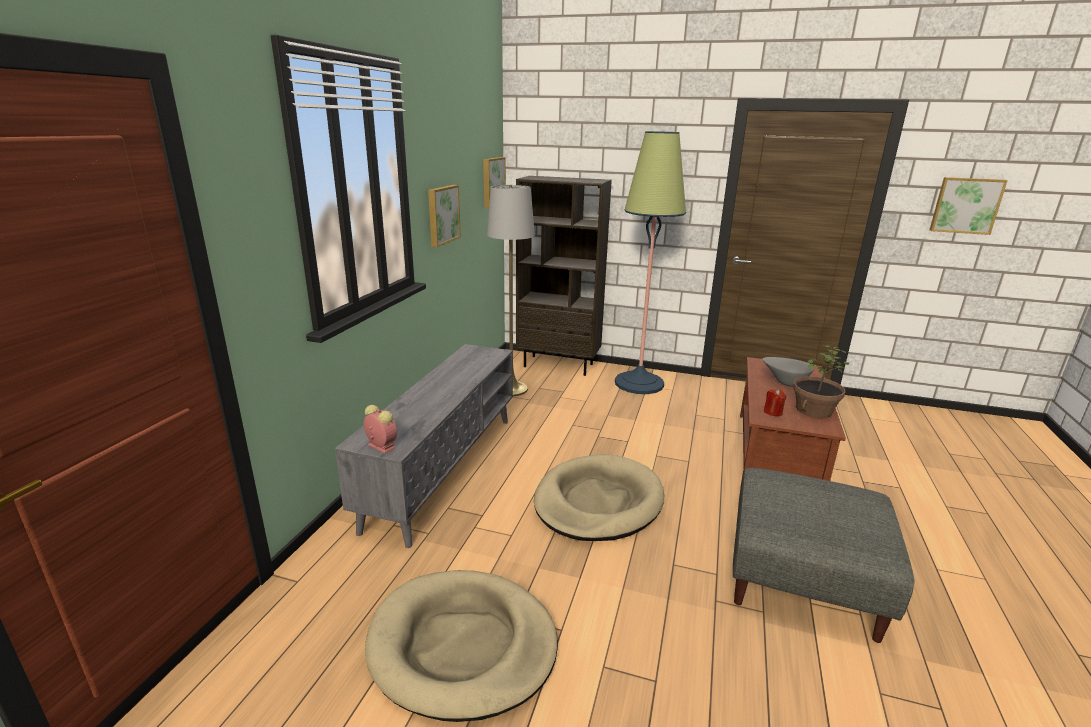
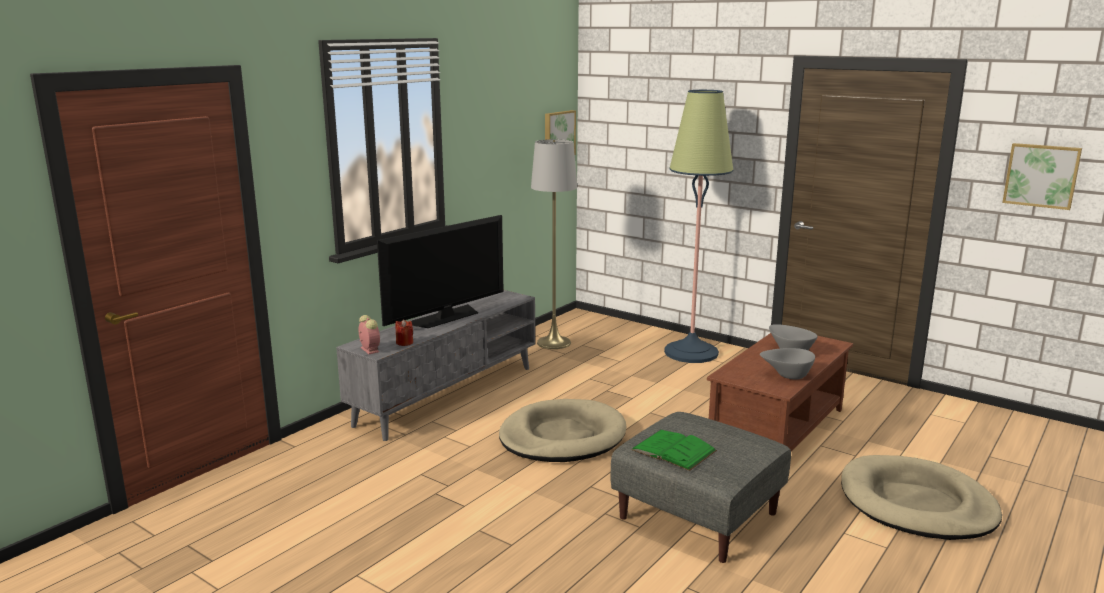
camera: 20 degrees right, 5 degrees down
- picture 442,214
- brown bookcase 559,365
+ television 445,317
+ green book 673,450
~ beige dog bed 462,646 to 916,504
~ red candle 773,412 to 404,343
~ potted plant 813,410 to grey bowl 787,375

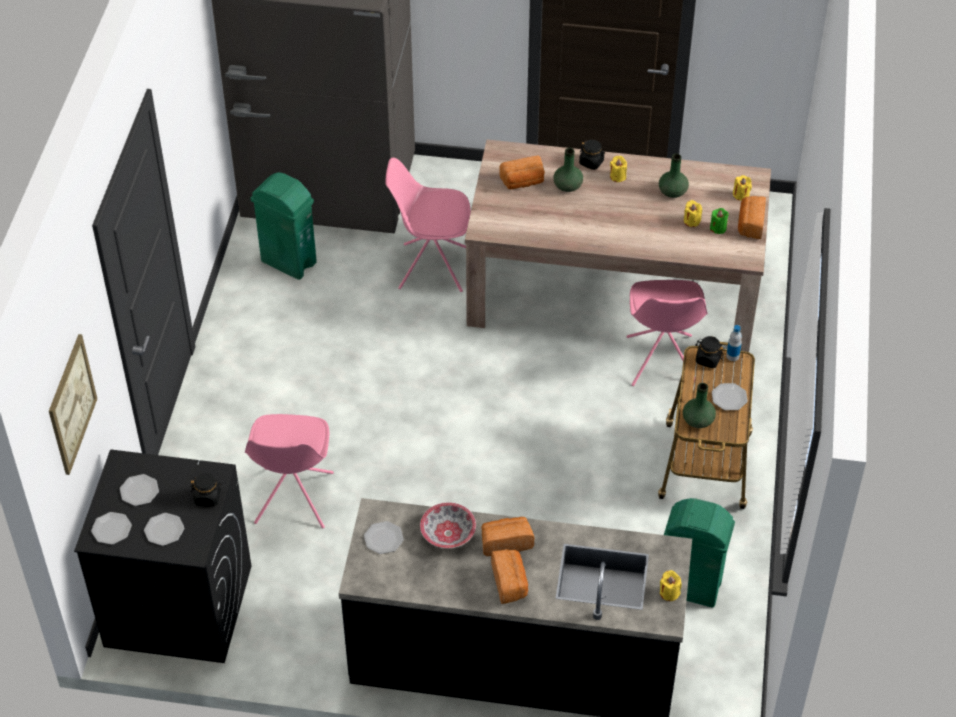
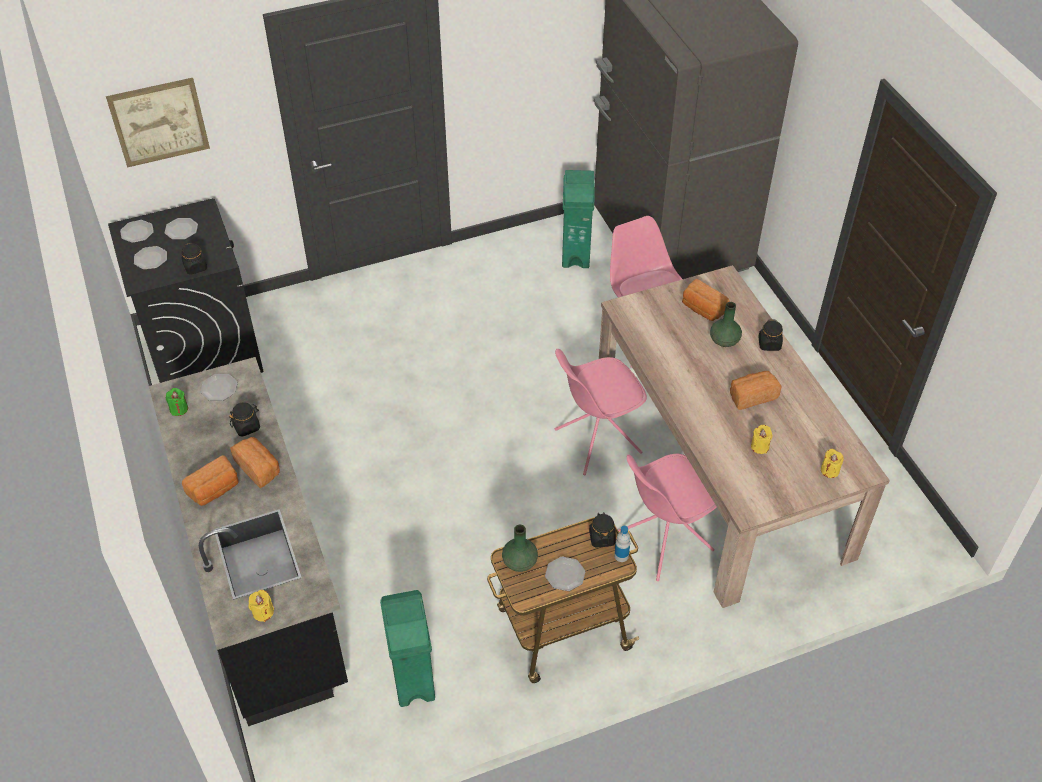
camera: 60 degrees right, 0 degrees up
- yellow candle 617,176
- green vase 672,191
~ pink chair 293,499 to 596,441
~ green candle 718,228 to 179,409
~ bread 750,224 to 751,396
~ bowl 448,534 to black jar 247,426

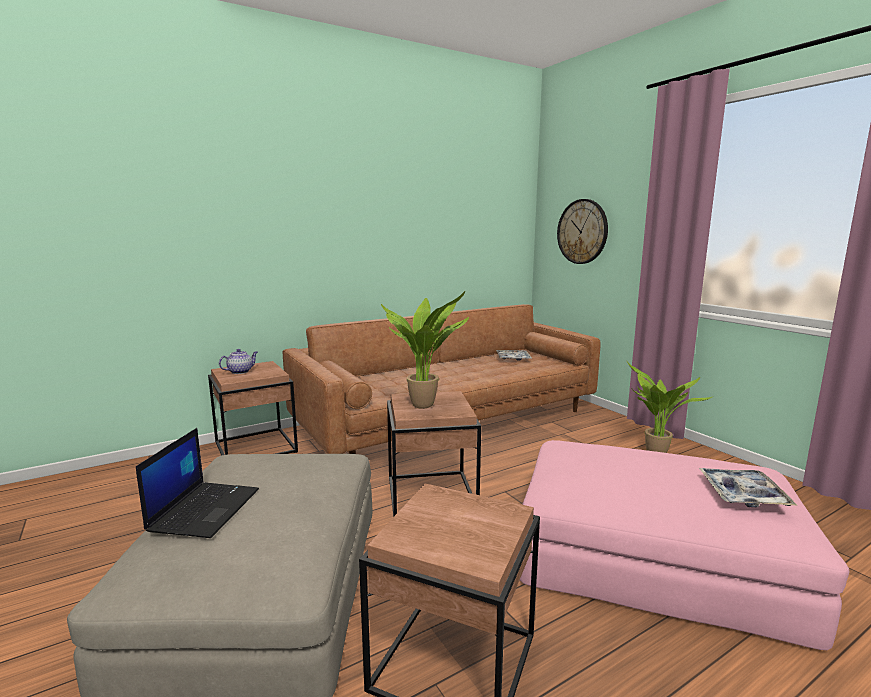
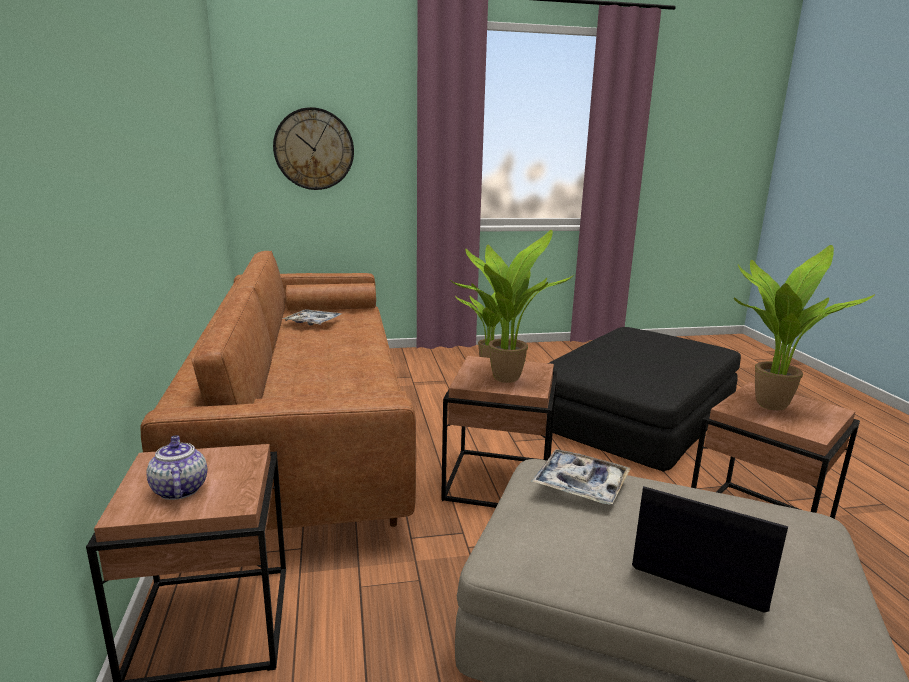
camera: 70 degrees left, 5 degrees up
+ potted plant 767,403
~ tray 743,494 to 580,485
~ pink ottoman 653,557 to black ottoman 637,414

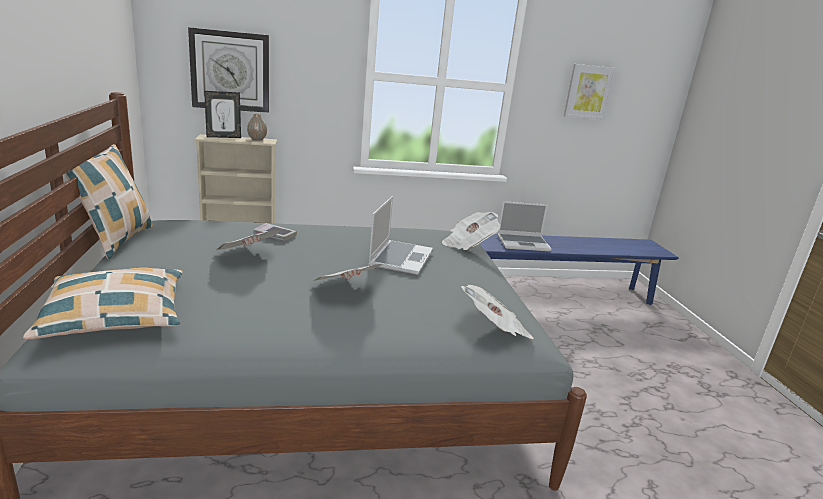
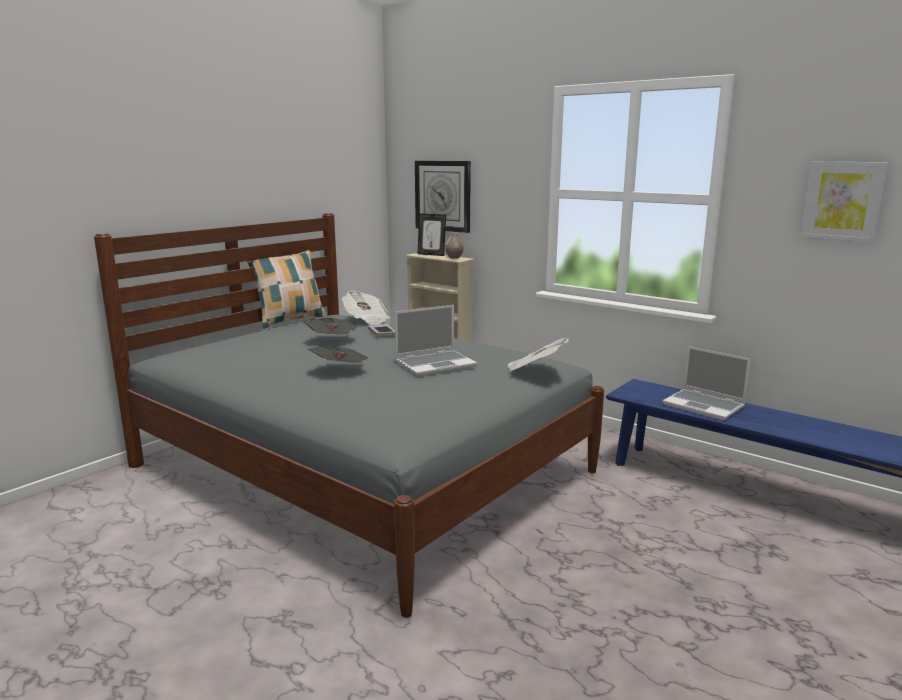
camera: 50 degrees right, 5 degrees down
- pillow 115,315
~ newspaper 494,329 to 366,321

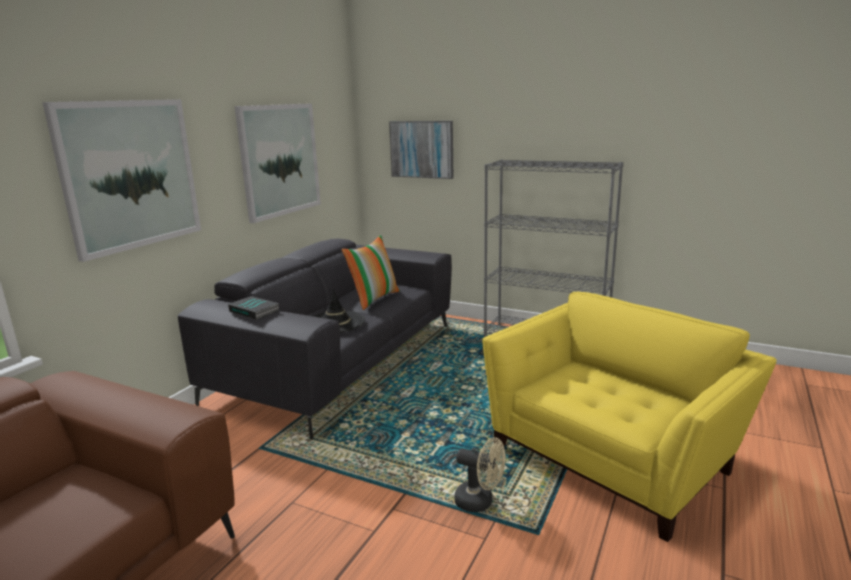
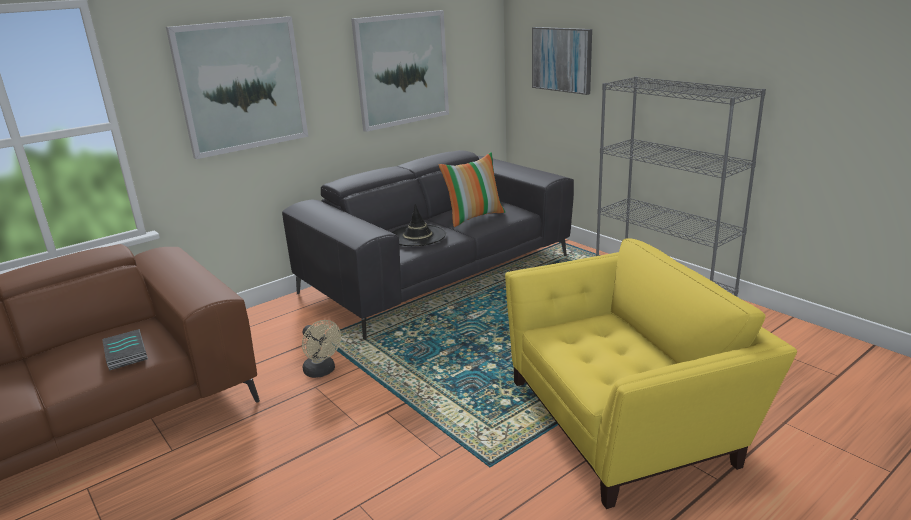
camera: 25 degrees right, 5 degrees up
~ book 255,311 to 127,353
~ beige fan 480,502 to 322,371

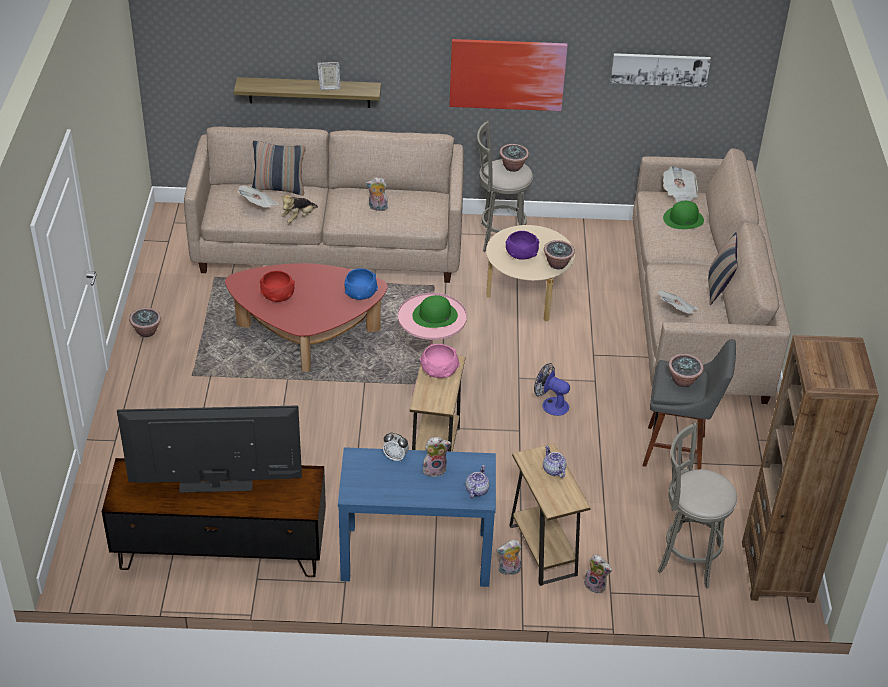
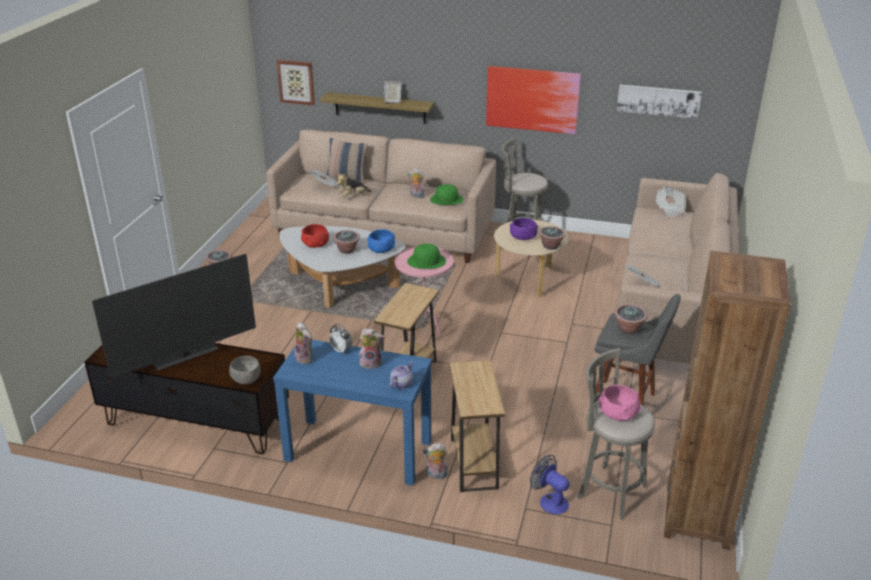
camera: 15 degrees right, 10 degrees down
- teapot 553,470
- pillow 718,288
+ grey bowl 246,380
+ picture 296,82
~ pink bowl 439,369 to 618,412
~ potted plant 513,167 to 347,250
~ fan 550,404 to 549,501
~ plush toy 596,585 to 306,358
~ green hat 683,219 to 446,199
~ red coffee table 307,337 to white coffee table 340,285
~ television 216,487 = 186,357 135 degrees clockwise

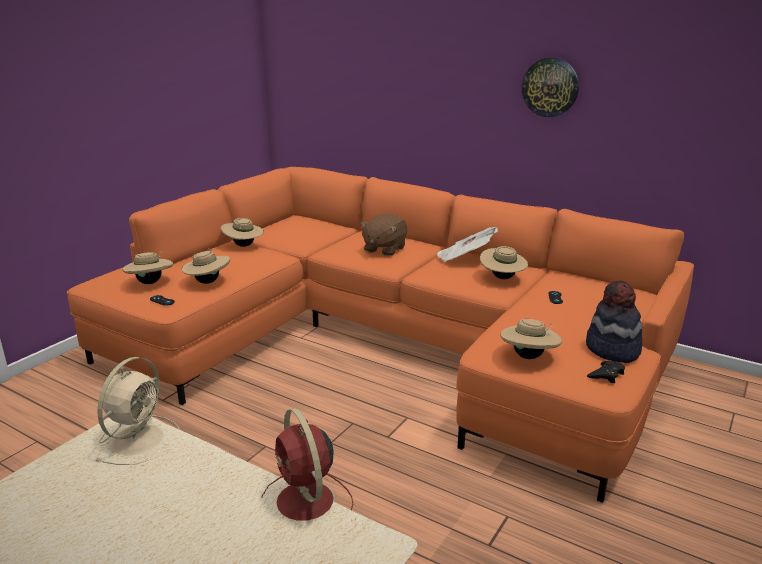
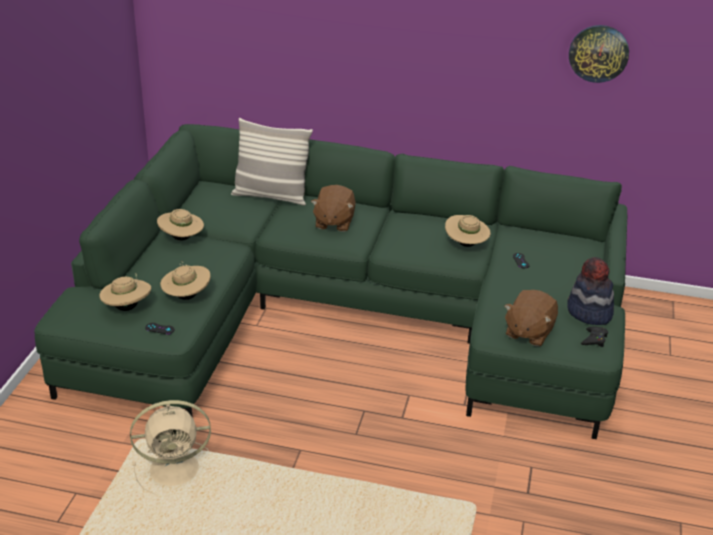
camera: 20 degrees left, 10 degrees up
- red fan 306,503
- newspaper 464,259
+ pillow 271,196
~ wall clock 550,87 to 598,53
~ beige hat 529,357 to brown plush toy 528,332
~ orange sofa 386,343 to green sofa 346,317
~ beige fan 139,439 = 177,468 75 degrees clockwise

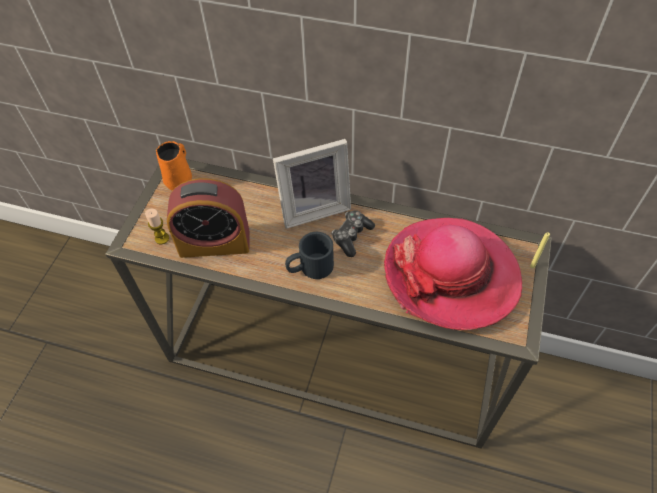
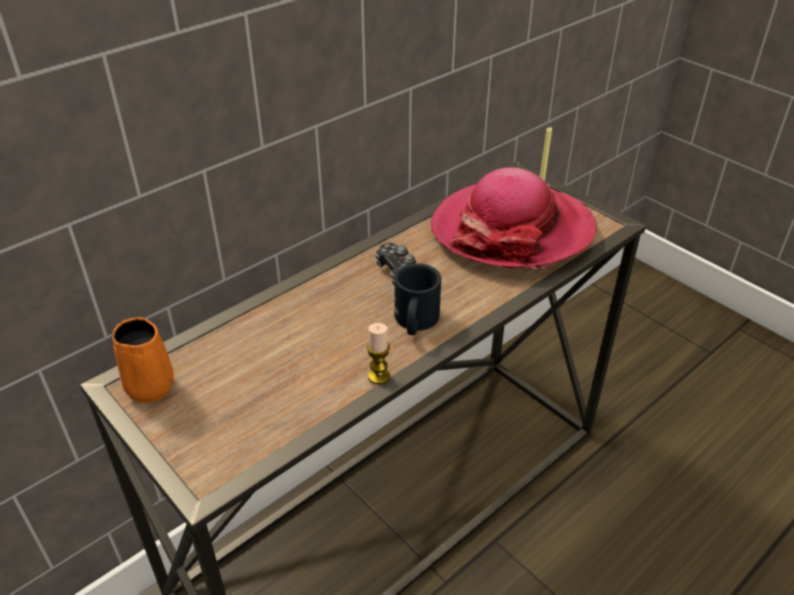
camera: 60 degrees left, 15 degrees down
- alarm clock 214,243
- picture frame 313,208
~ candle 162,238 to 379,376

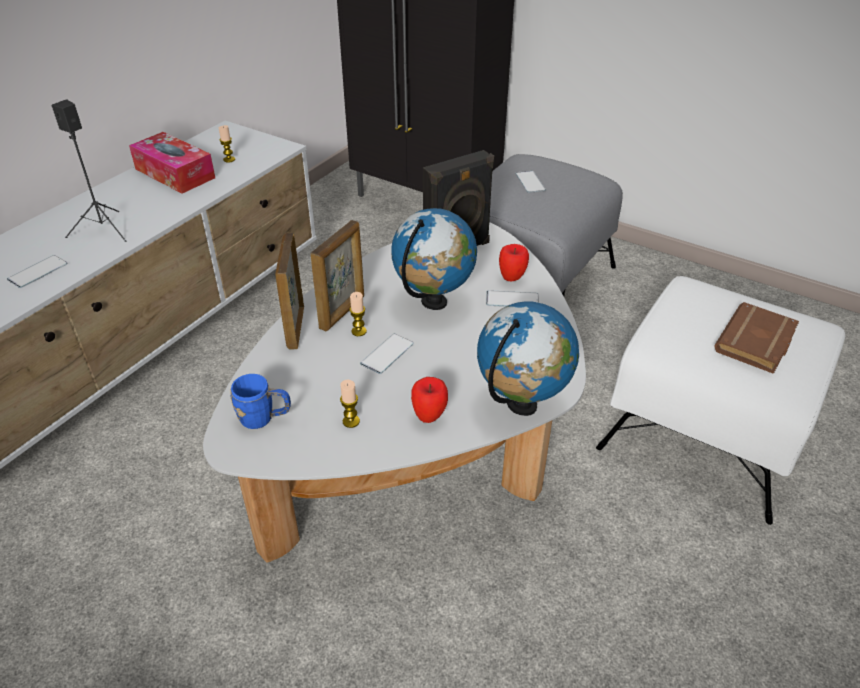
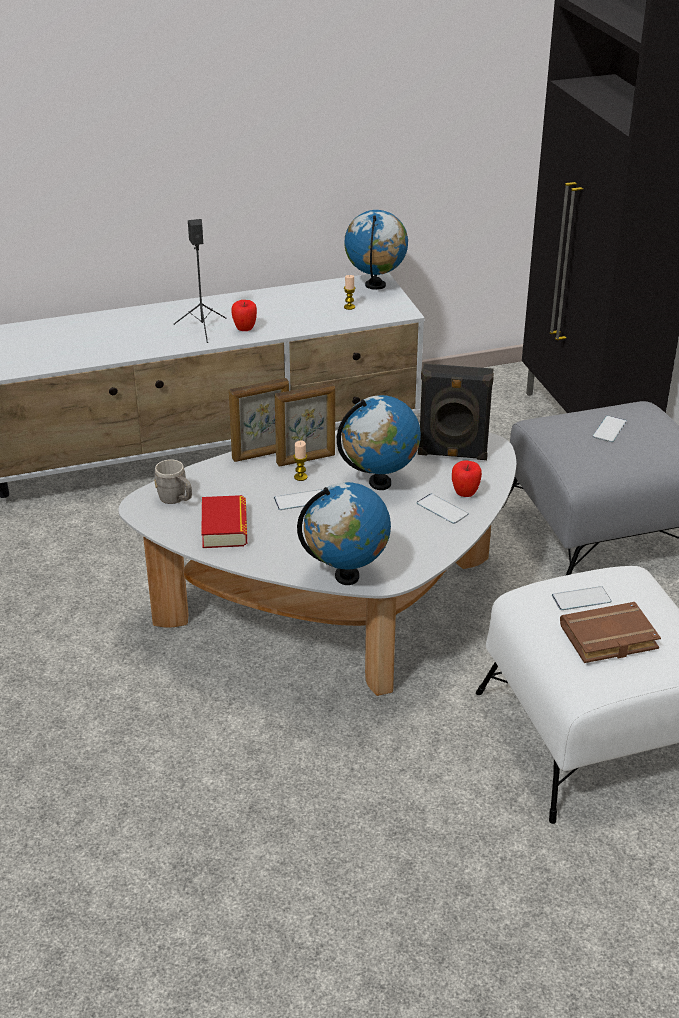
camera: 40 degrees right, 5 degrees down
- tissue box 175,173
+ globe 375,285
~ phone 38,272 to 581,599
~ apple 429,417 to 245,329
~ candle 351,421 to book 224,528
~ blue mug 264,418 to grey mug 176,499
~ picture frame 295,328 = 261,454 150 degrees counterclockwise

